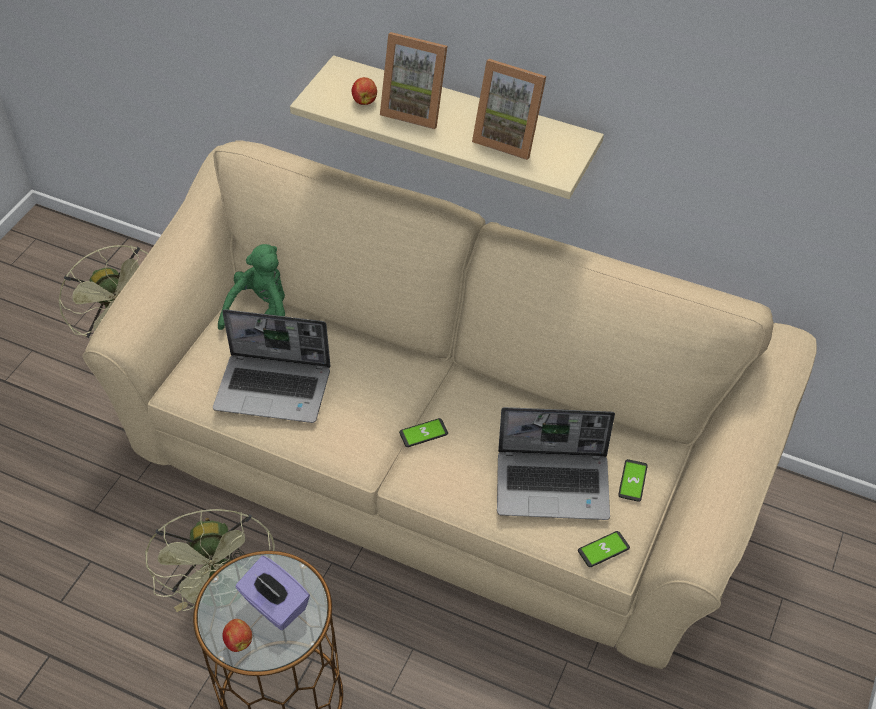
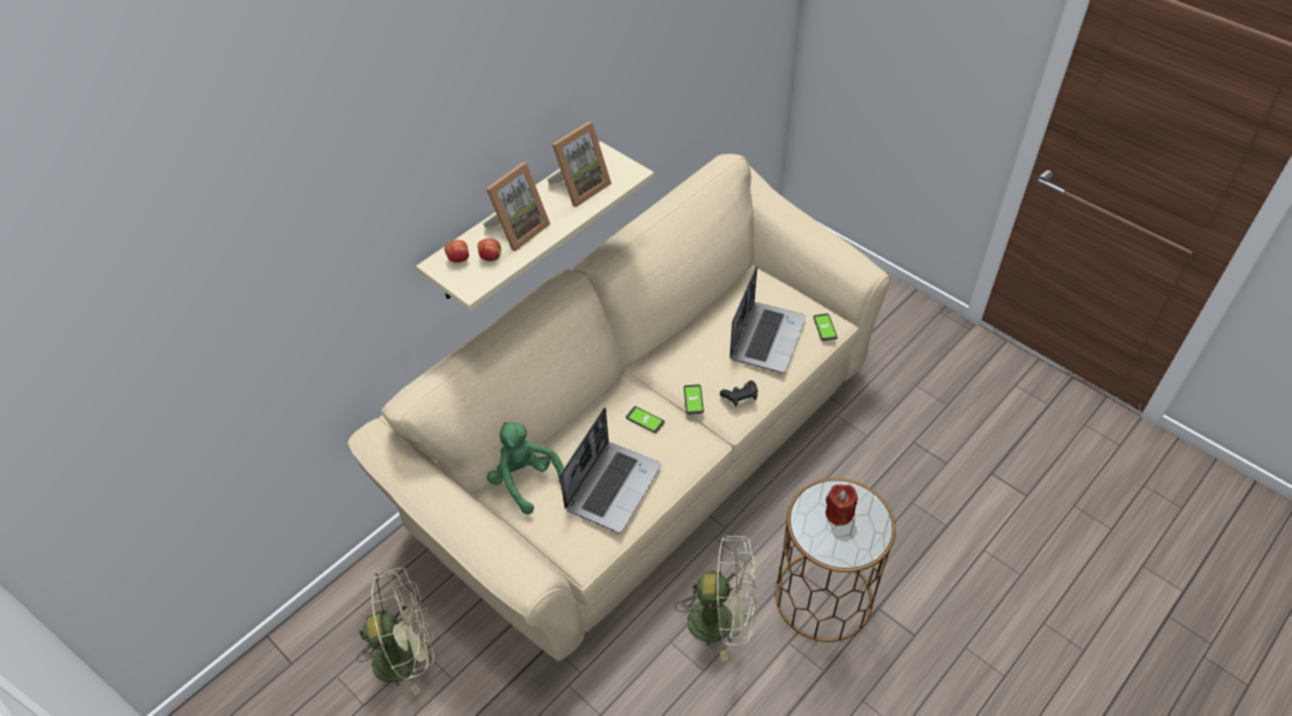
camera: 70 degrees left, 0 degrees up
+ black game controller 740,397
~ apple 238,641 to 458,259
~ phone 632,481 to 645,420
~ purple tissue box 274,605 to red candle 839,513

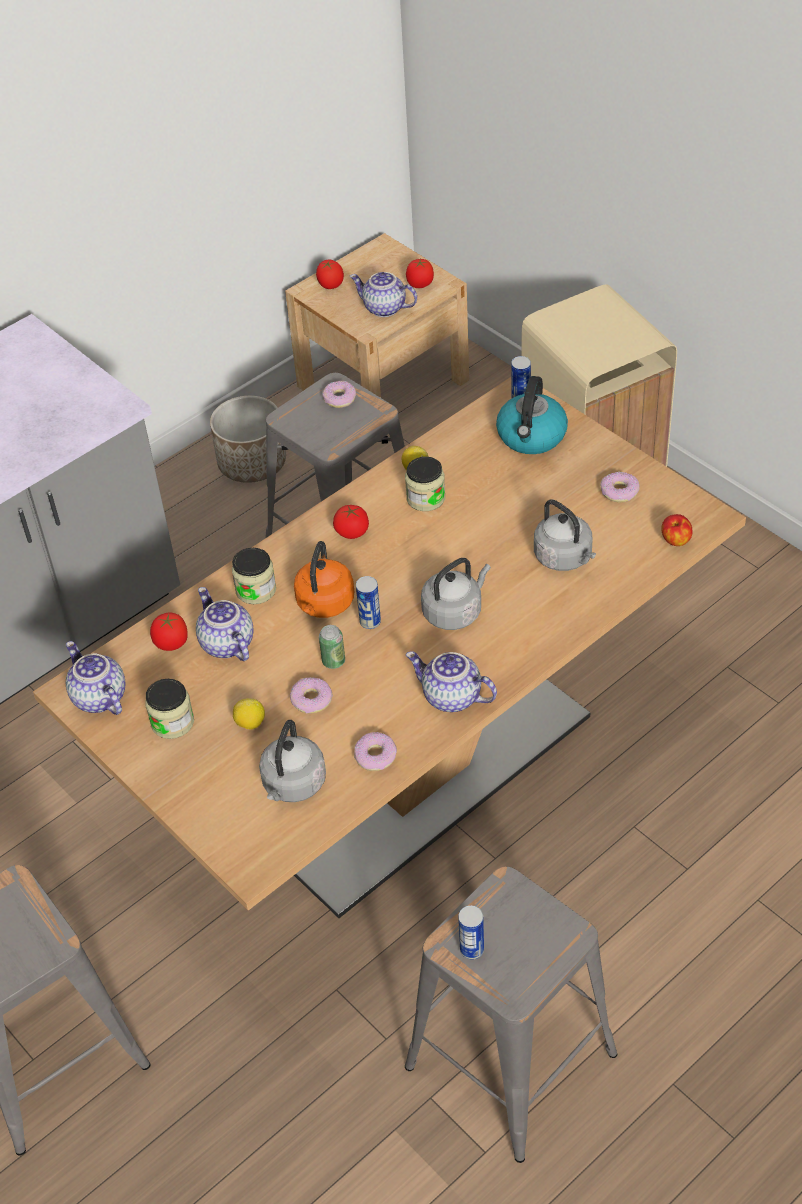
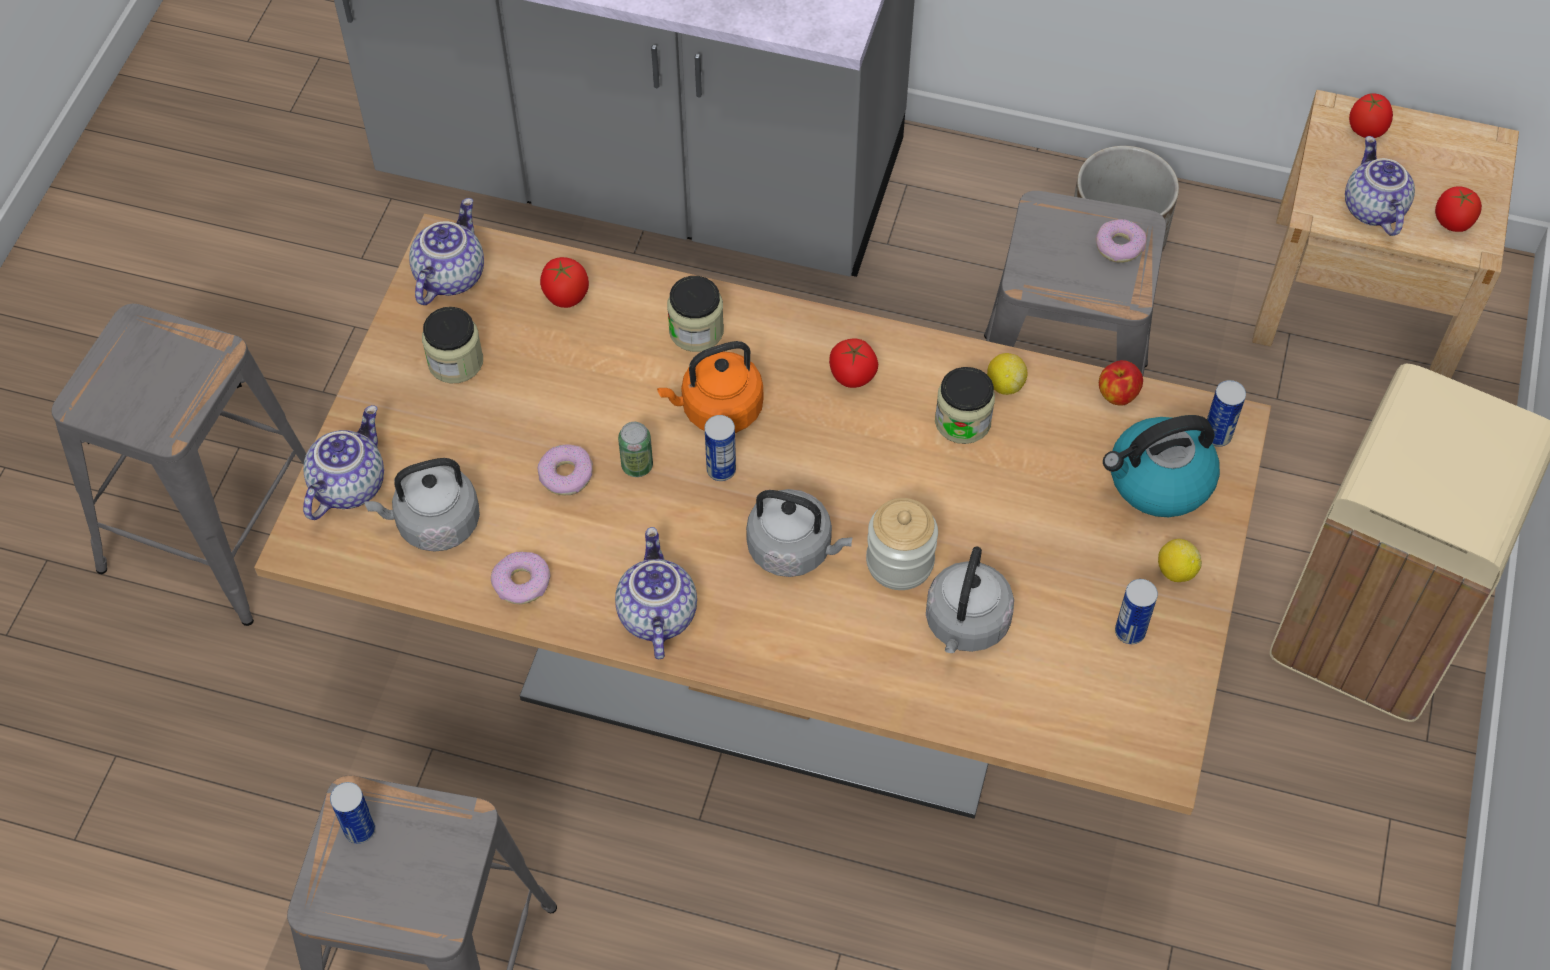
camera: 55 degrees right, 10 degrees up
+ jar 899,562
~ teapot 225,644 to 347,484
~ lemon 250,723 to 1175,571
~ apple 675,541 to 1117,395
~ donut 619,492 to can 1130,632

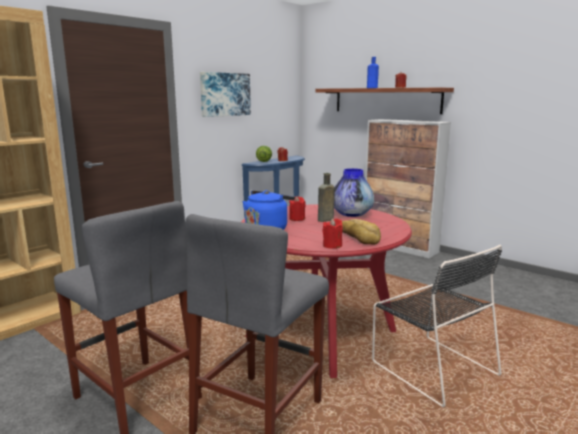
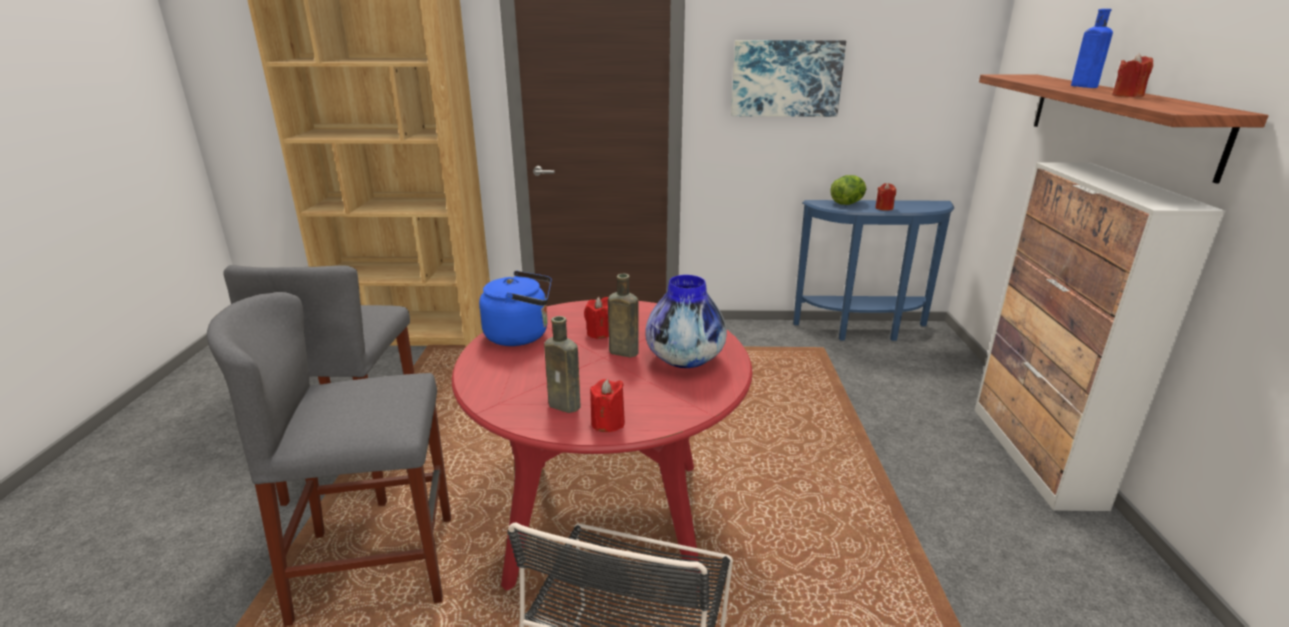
camera: 50 degrees right, 10 degrees up
~ red candle 332,245 to 608,423
~ bread 359,237 to brown bottle 566,405

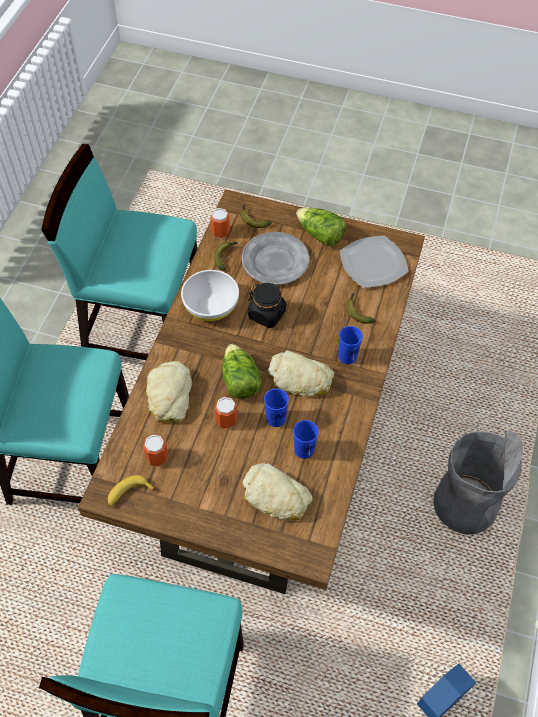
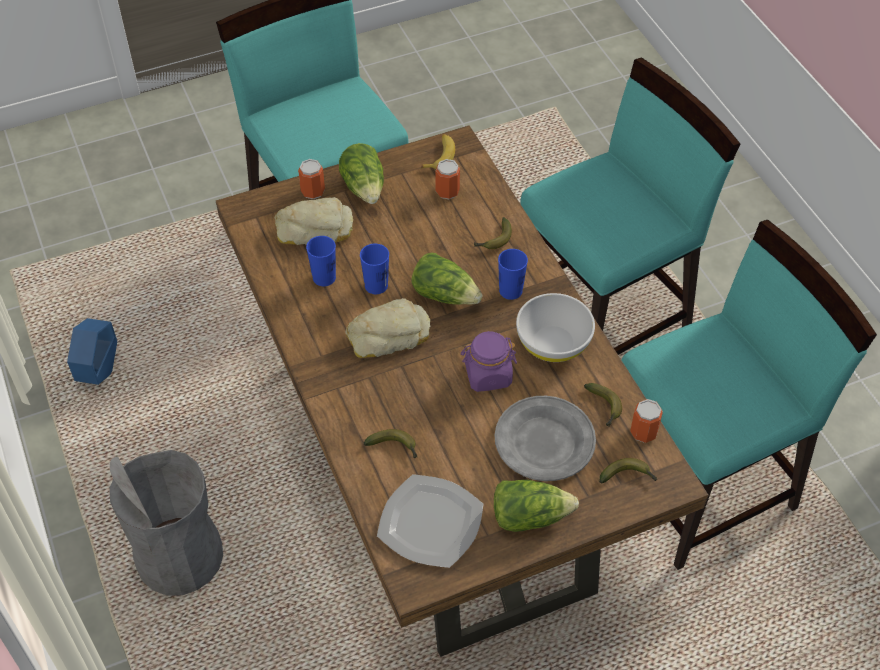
camera: 140 degrees right, 5 degrees down
+ lettuce 364,187
~ can 226,420 to 313,191
~ blue cup 347,356 to 510,291
~ bread 169,396 to banana 494,240
~ black jar 267,314 to purple jar 487,375

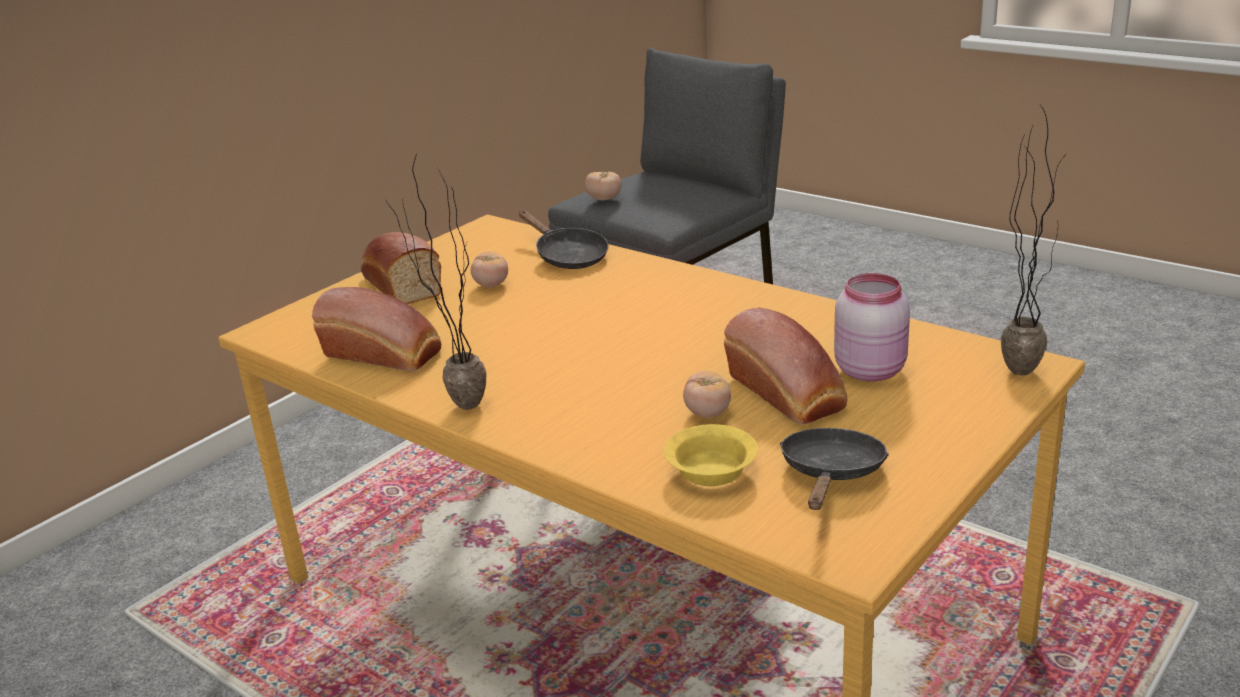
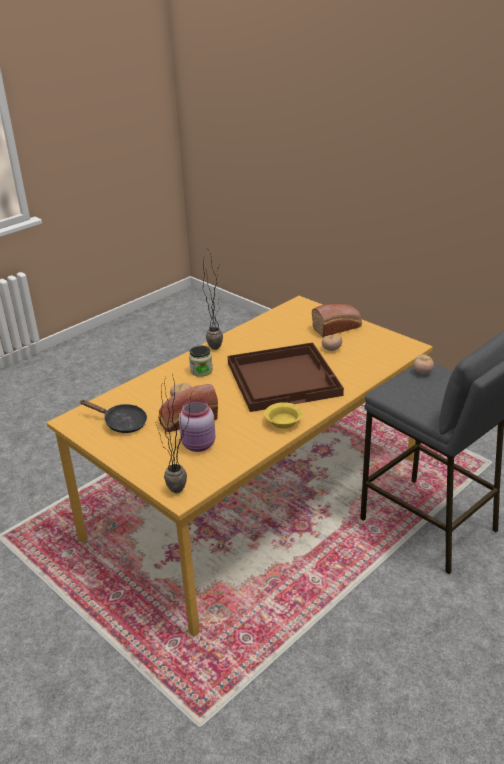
camera: 95 degrees right, 5 degrees up
- bread 385,354
- black frying pan 567,256
+ jar 201,371
+ brown tray 284,378
~ yellow bowl 709,472 to 283,421

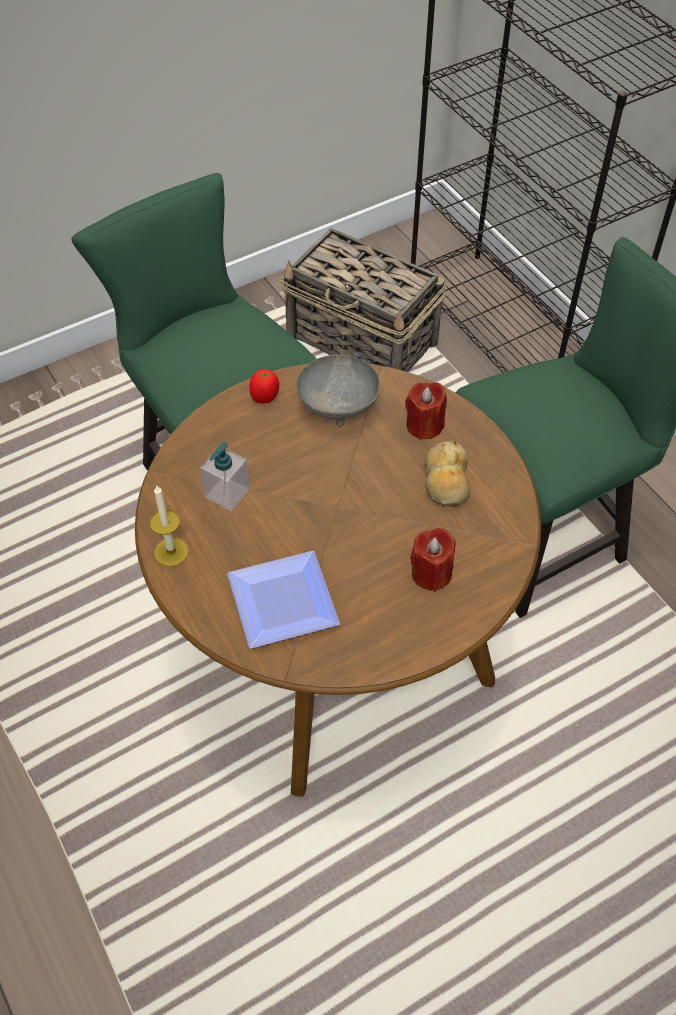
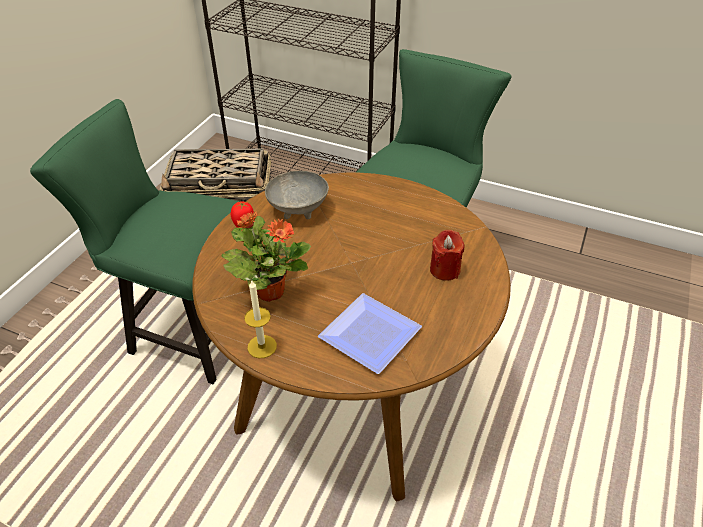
camera: 35 degrees left, 10 degrees down
- red candle 424,425
- bread 446,481
~ soap dispenser 227,493 to potted plant 269,291

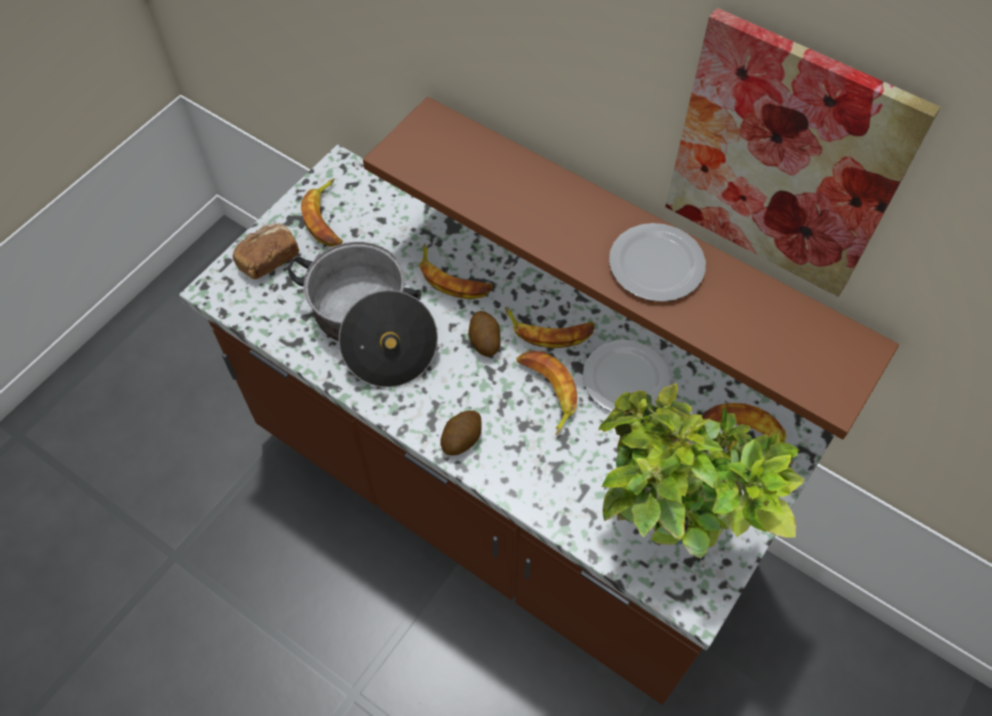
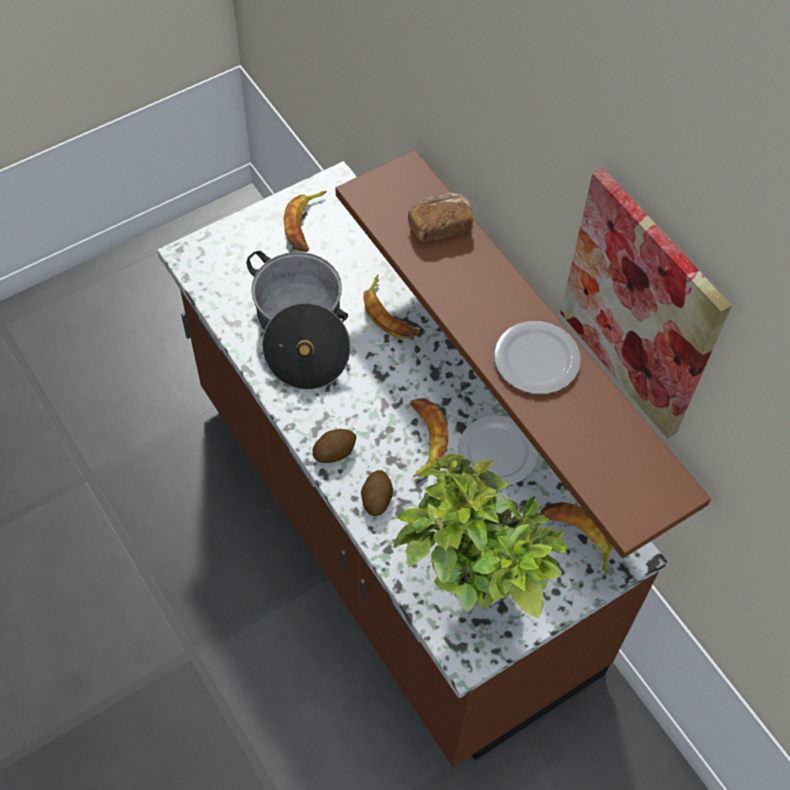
camera: 20 degrees right, 0 degrees up
- banana 549,330
~ bread 268,259 to 439,226
~ potato 484,340 to 376,498

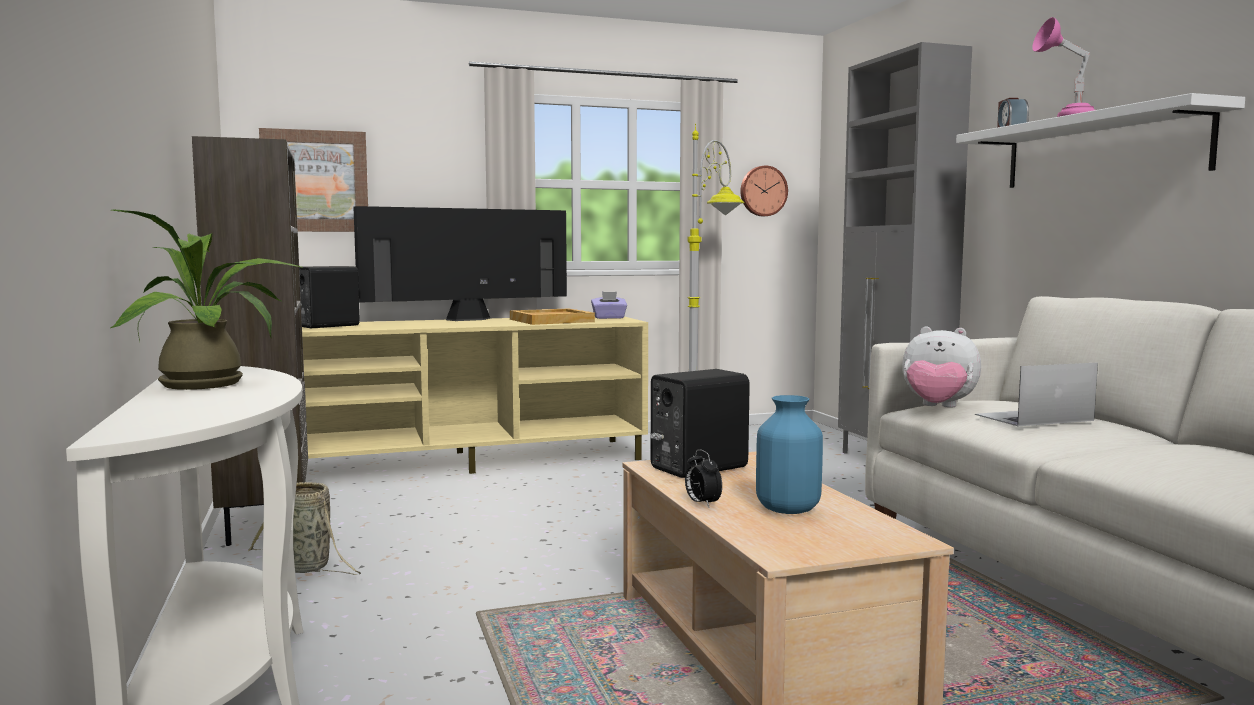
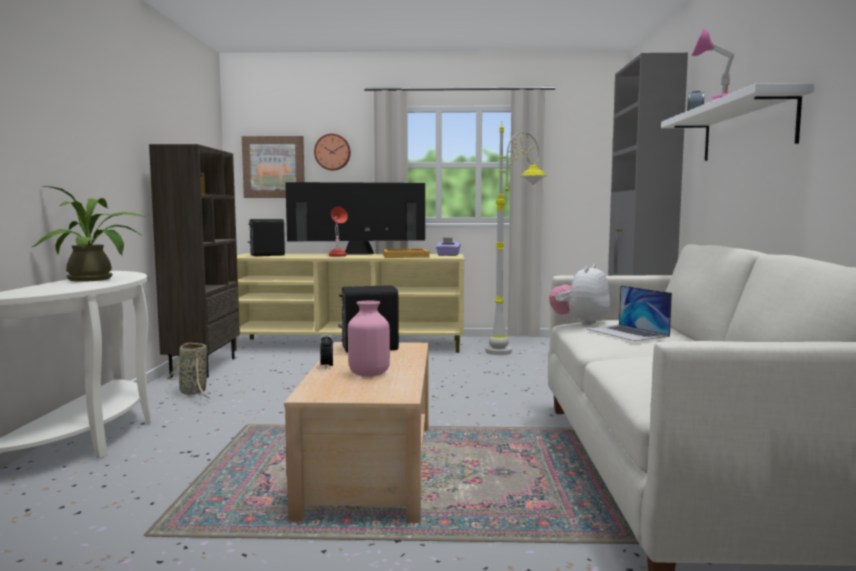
camera: 20 degrees right, 0 degrees up
+ red table lamp 338,256
~ wall clock 762,191 to 332,152
~ blue vase 788,509 to pink vase 369,374
~ plush toy 938,407 = 580,322 75 degrees clockwise
~ laptop 1033,417 = 627,332 120 degrees counterclockwise

